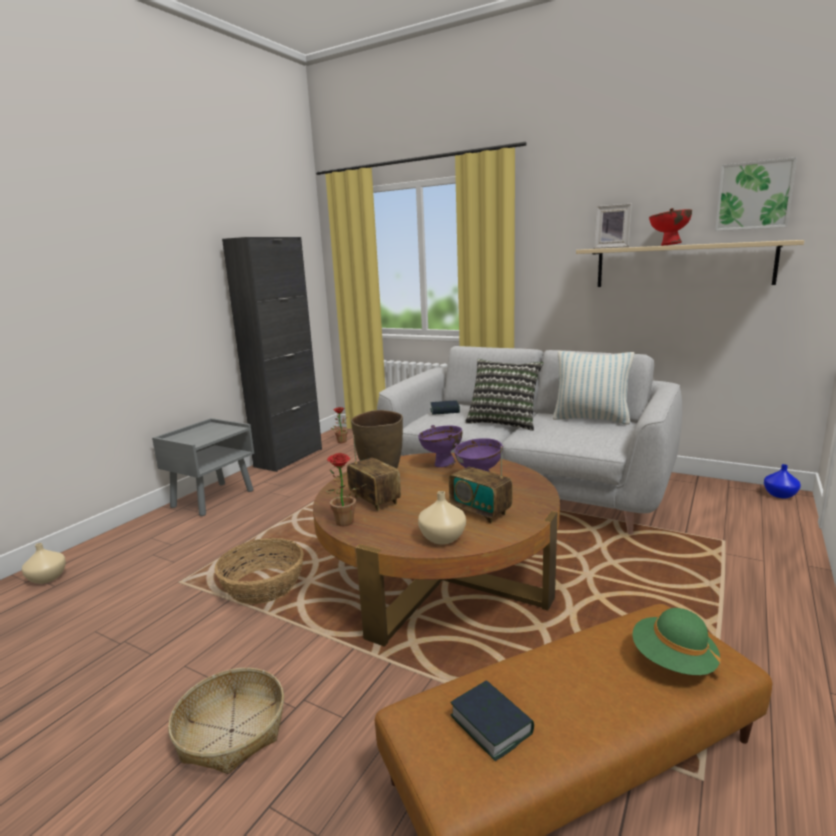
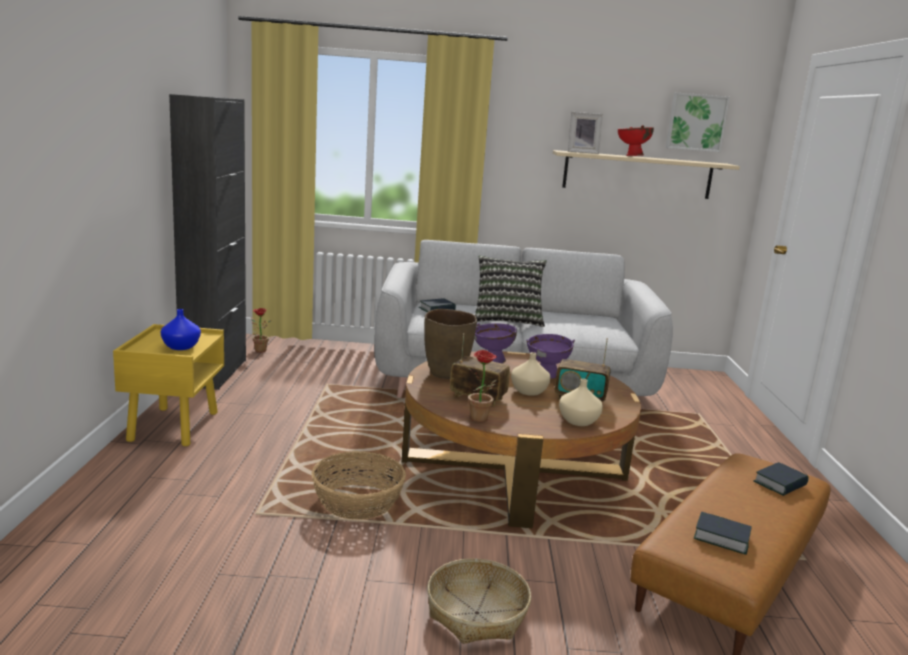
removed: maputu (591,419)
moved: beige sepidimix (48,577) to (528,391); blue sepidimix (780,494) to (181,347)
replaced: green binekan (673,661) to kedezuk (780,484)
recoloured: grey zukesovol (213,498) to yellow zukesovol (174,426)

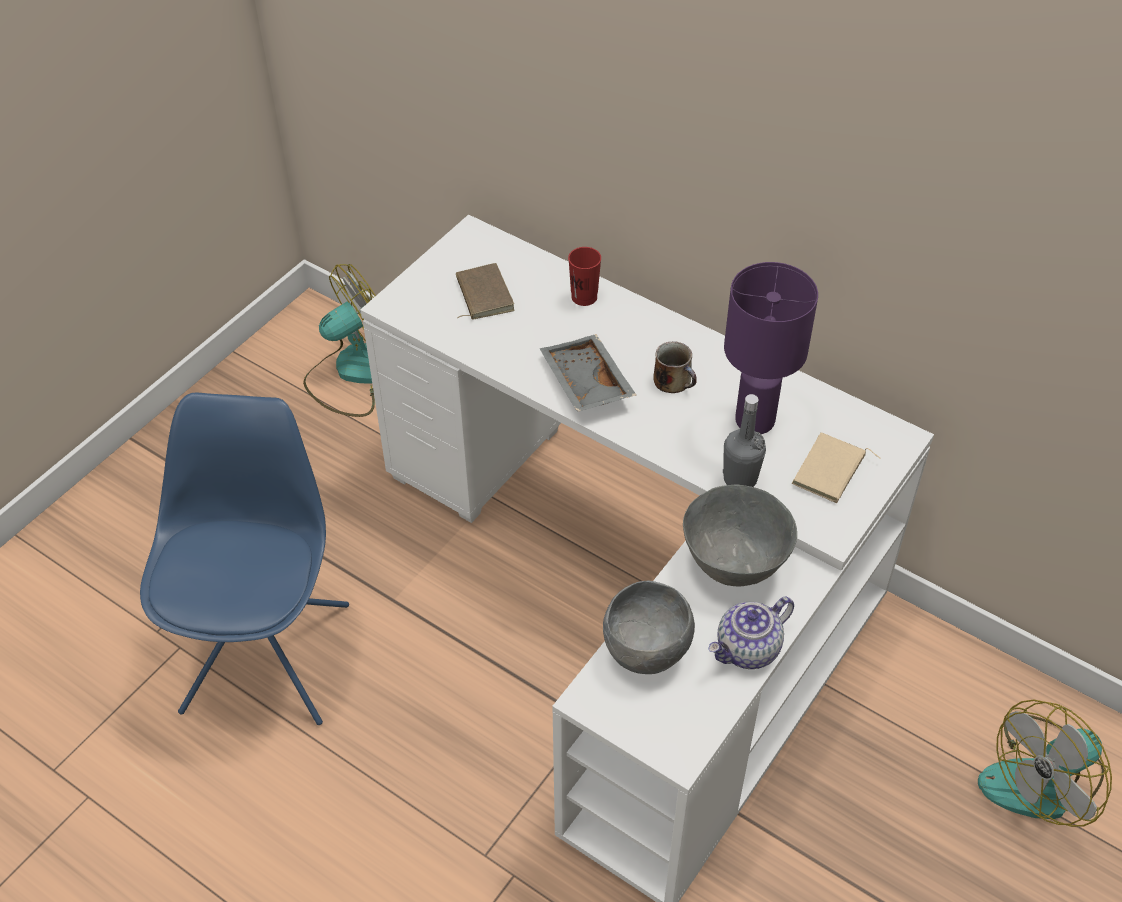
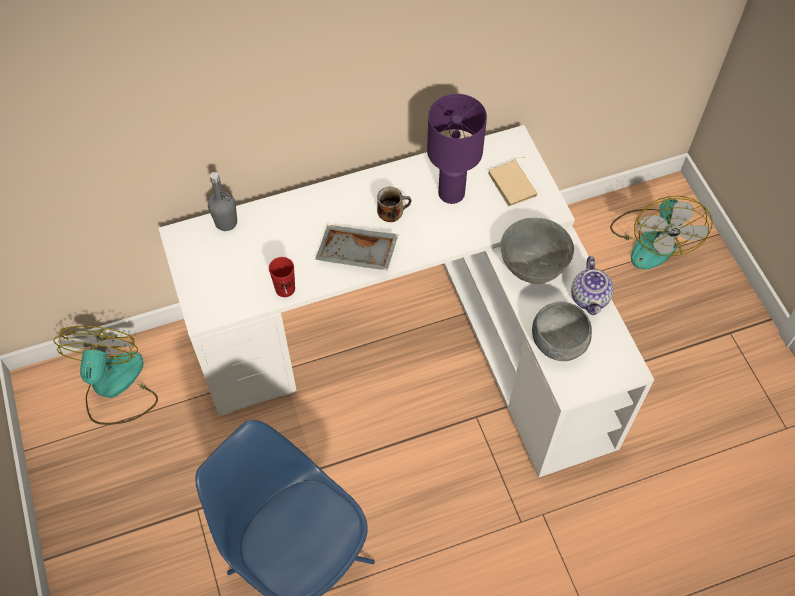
removed: brown kedezuk (482,295)
moved: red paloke (584,297) to (285,288); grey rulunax (740,479) to (226,222)

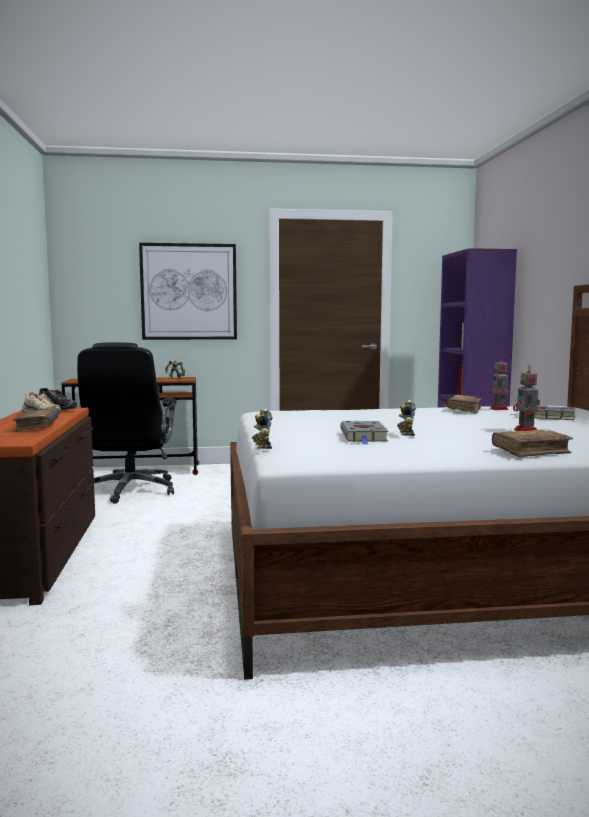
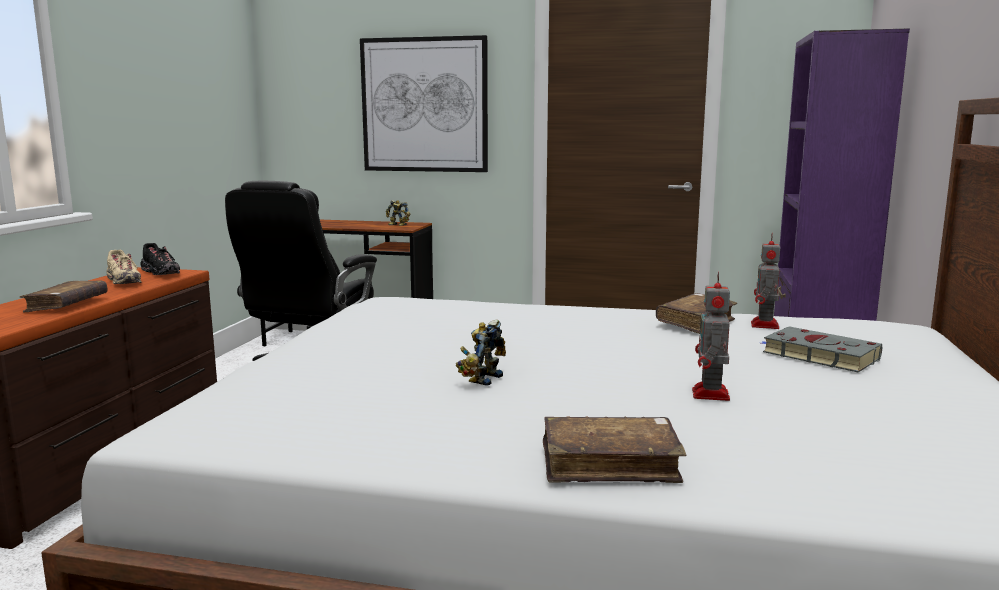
removed: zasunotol (261,446); grey kedezuk (364,436)

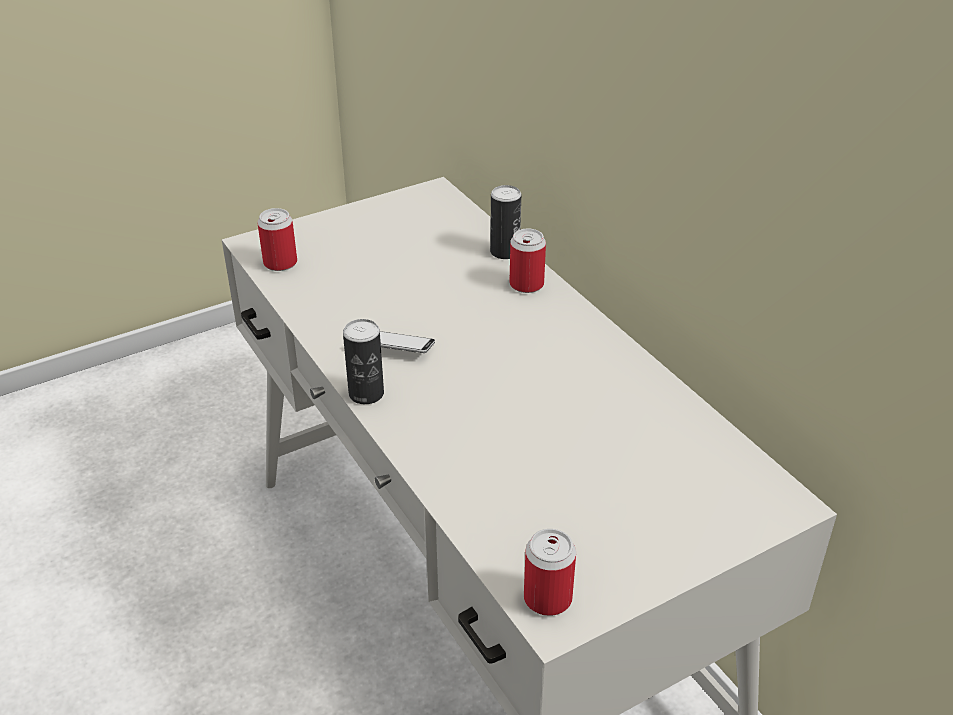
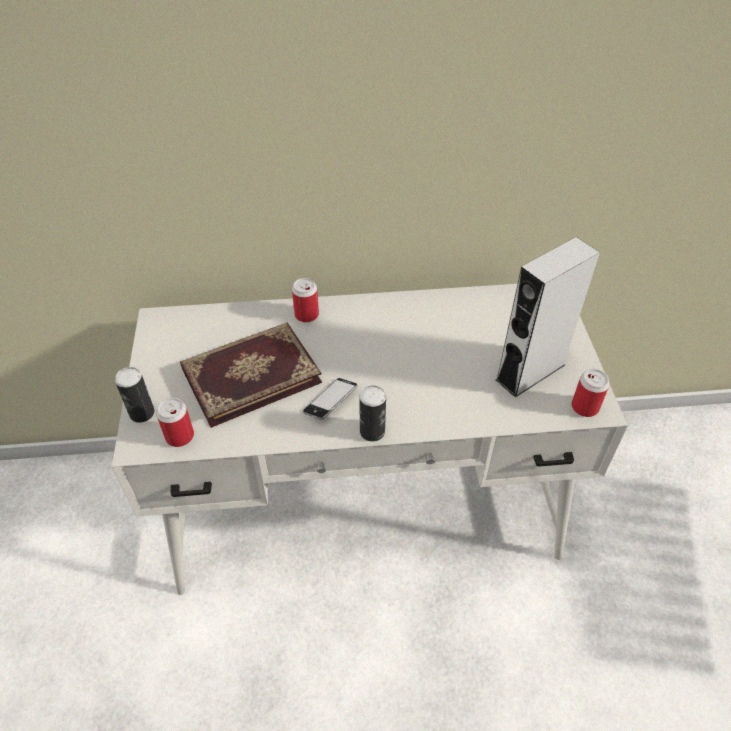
added: kedezuk (250,374); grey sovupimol (530,372)
moved: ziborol (505,252) to (142,413)

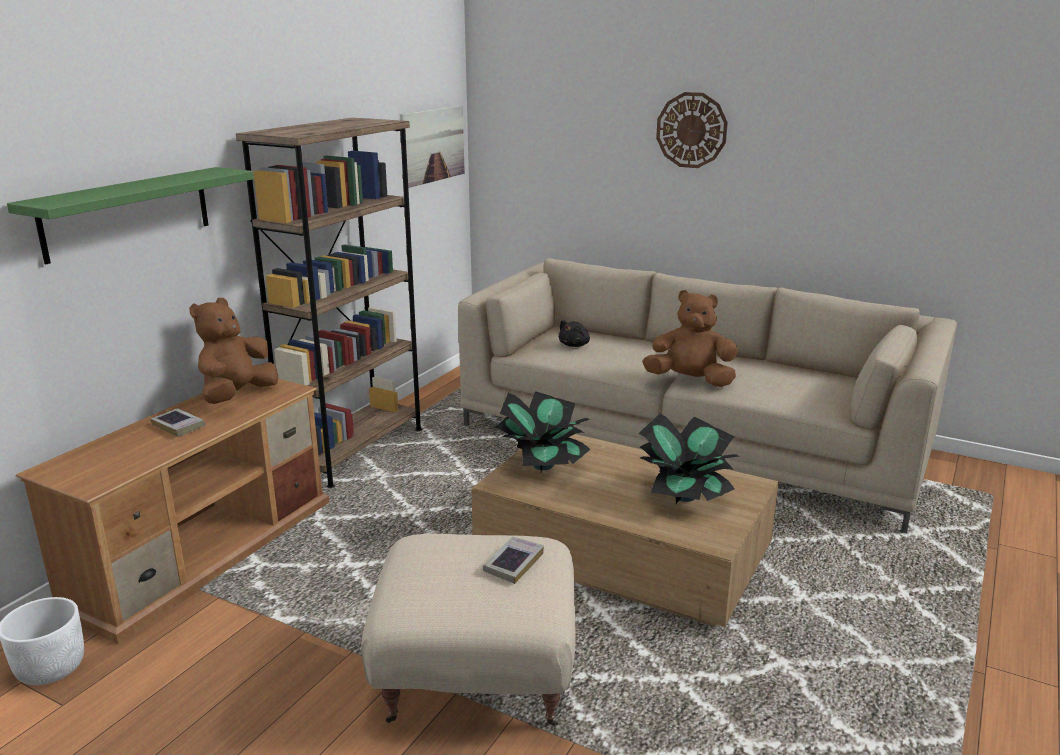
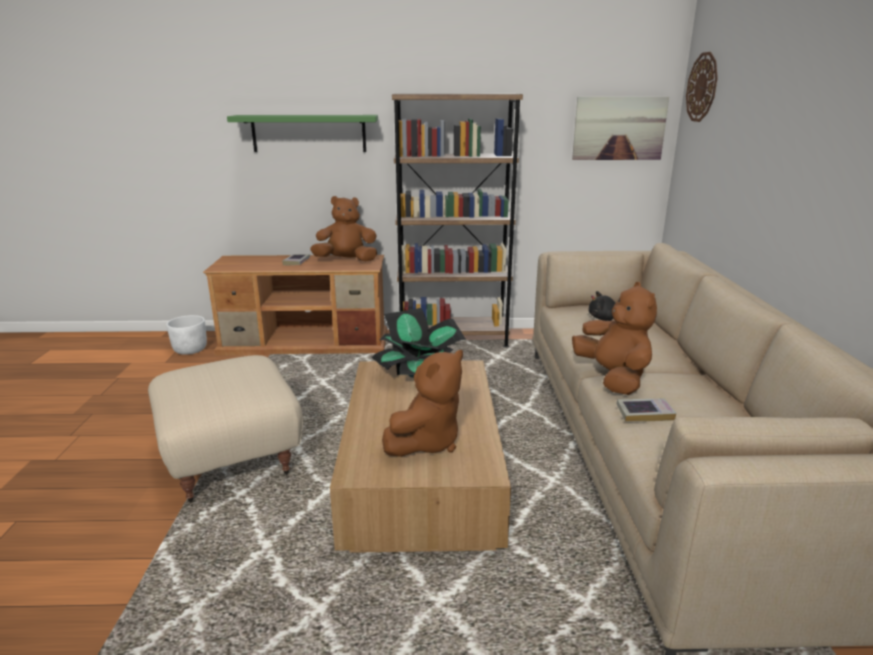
moved: kedezuk (513,563) to (644,413); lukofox (691,130) to (702,87)
replaced: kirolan (685,496) to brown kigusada (426,442)

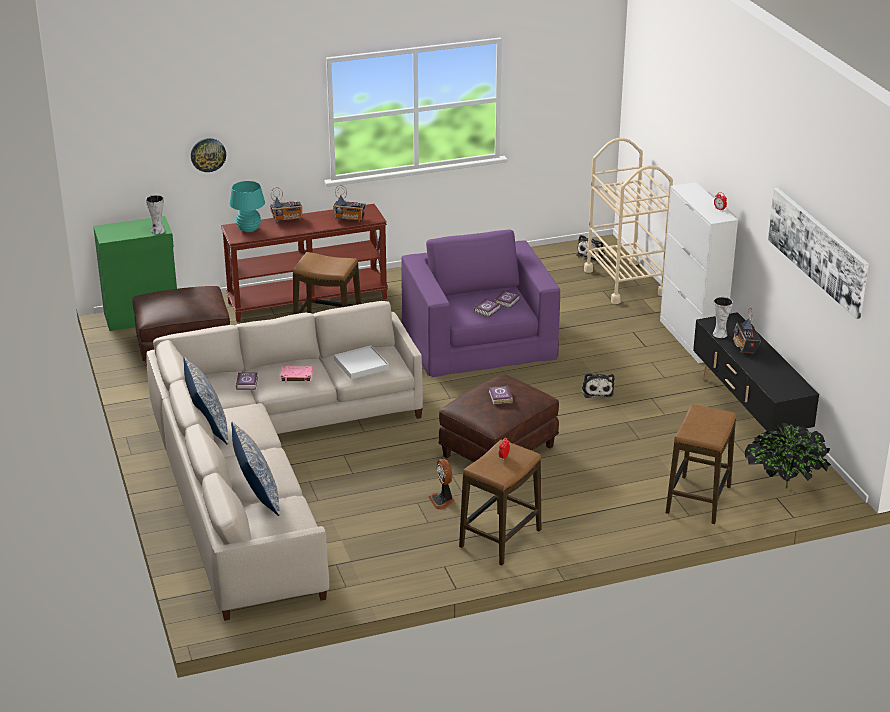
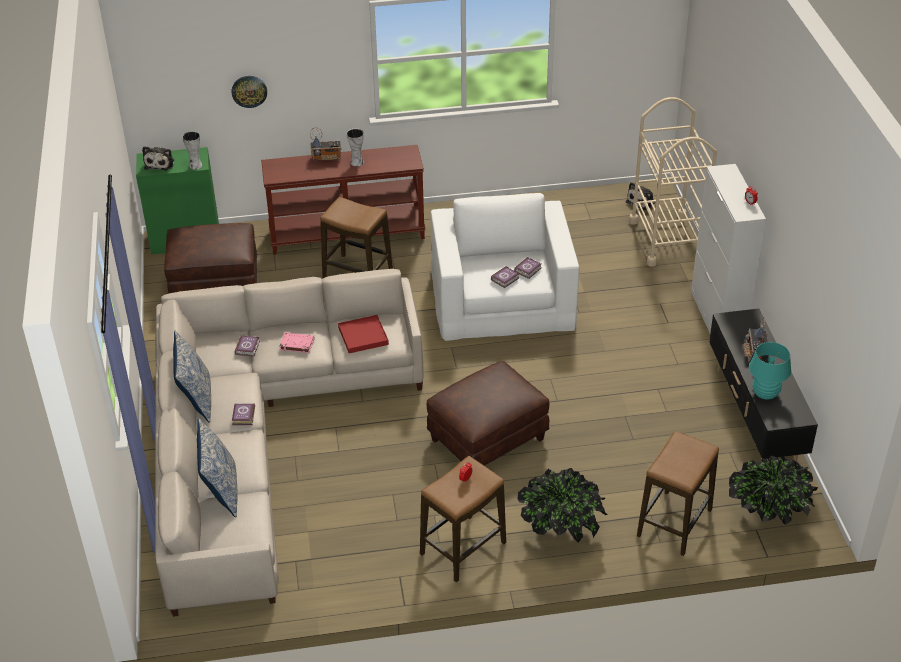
removed: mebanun (349,219); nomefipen (442,500); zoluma (817,250)
added: kirolan (561,531)
moved: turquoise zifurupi (249,229) to (765,394); kedezuk (500,398) to (243,417); kigusada (597,390) to (160,163); sepidimix (719,334) to (356,162)
recoloured: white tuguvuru (361,364) to red tuguvuru (363,336); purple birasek (478,340) to white birasek (502,299)

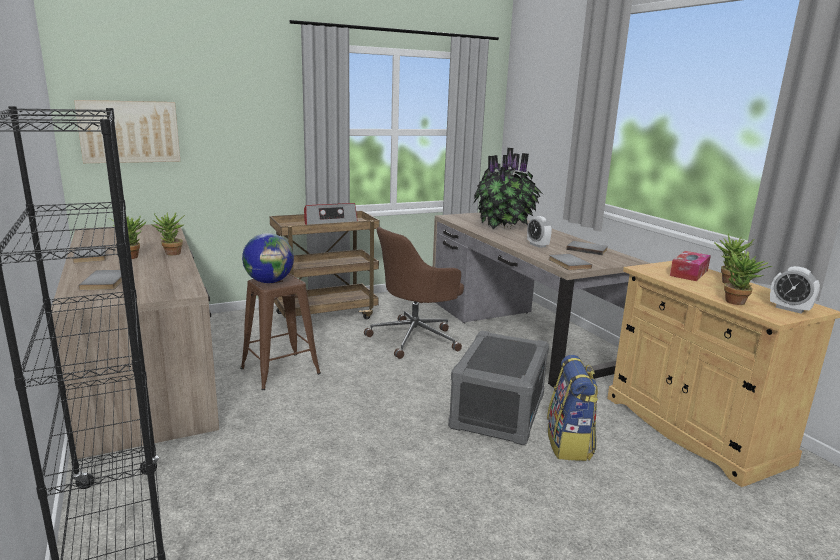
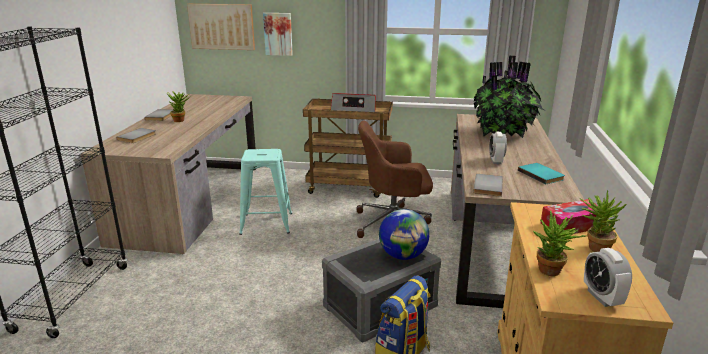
removed: kirolan (171,254)
added: zoluma (278,34)
moved: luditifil (269,281) to (403,255)
recoloured: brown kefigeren (280,371) to turquoise kefigeren (266,223); grey kedezuk (587,249) to turquoise kedezuk (541,175)

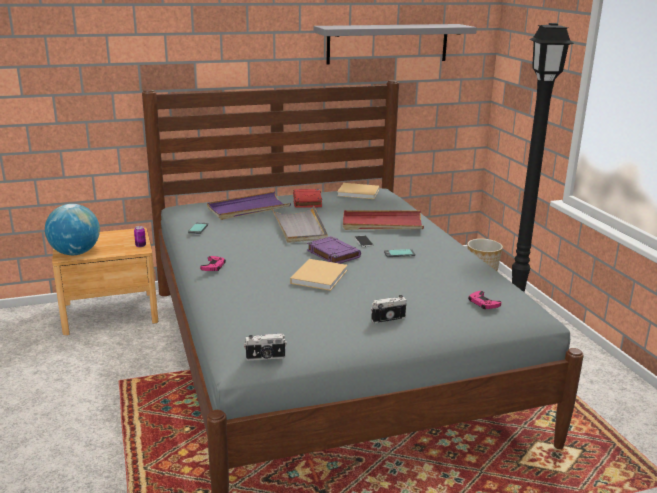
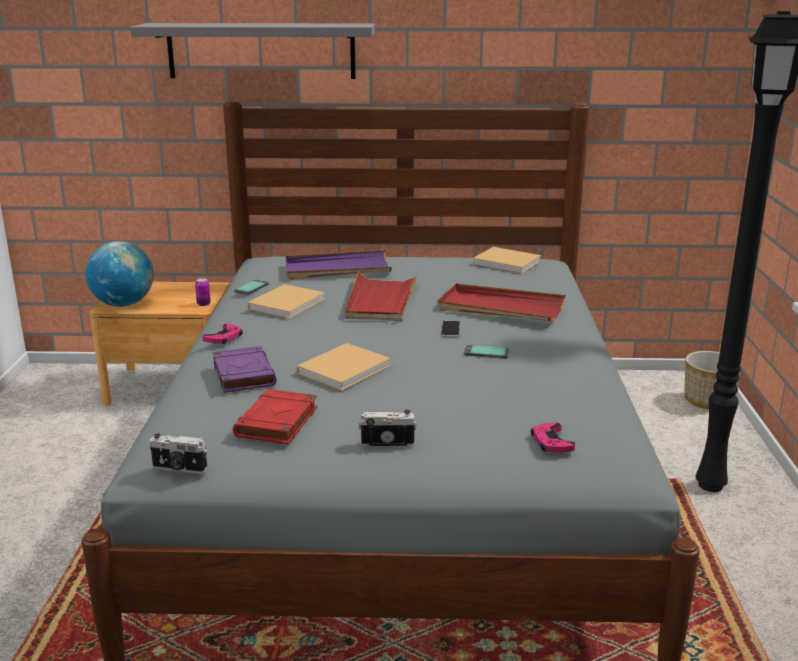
added: beige kedezuk (288,303)
moved: red kedezuk (307,201) to (277,423); purple kedezuk (332,254) to (243,374); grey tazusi (388,43) to (261,51)
recoloured: grey tuguvuru (299,227) to red tuguvuru (381,300)

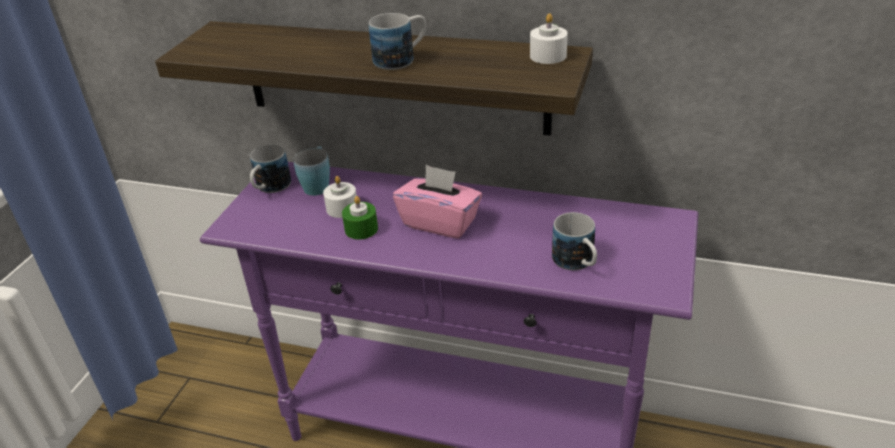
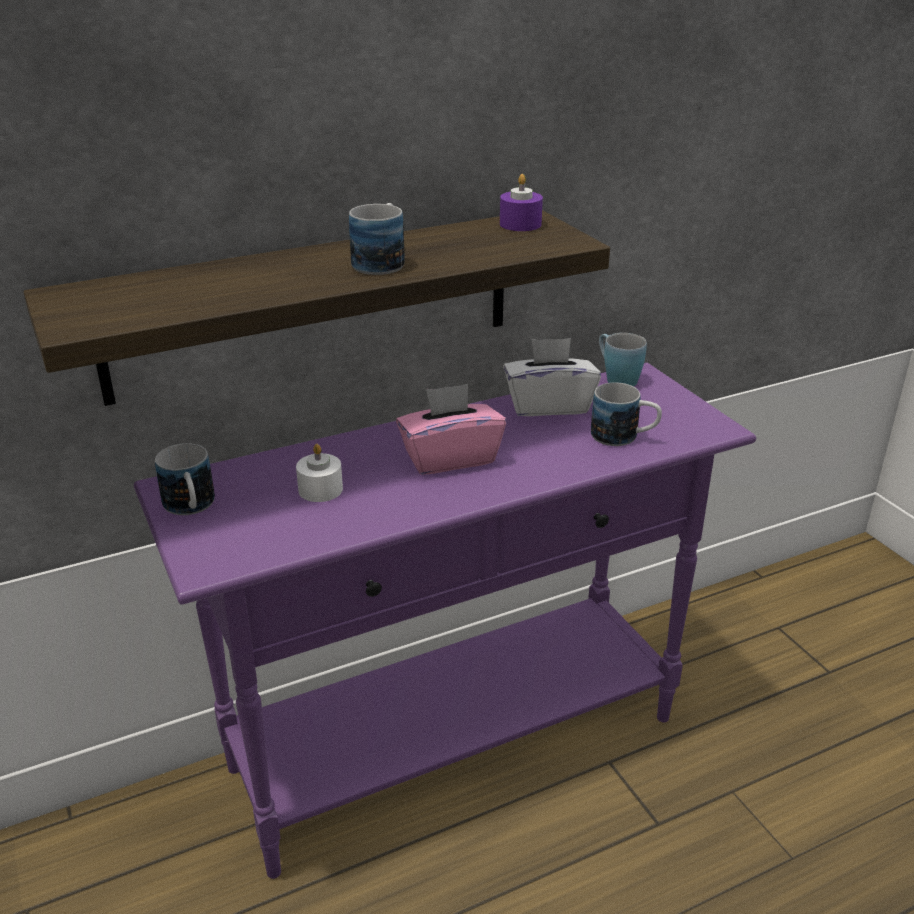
removed: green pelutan (361,229)
added: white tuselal (548,405)
moved: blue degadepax (318,184) to (616,378)
recoloured: white pelutan (548,56) to purple pelutan (520,224)

